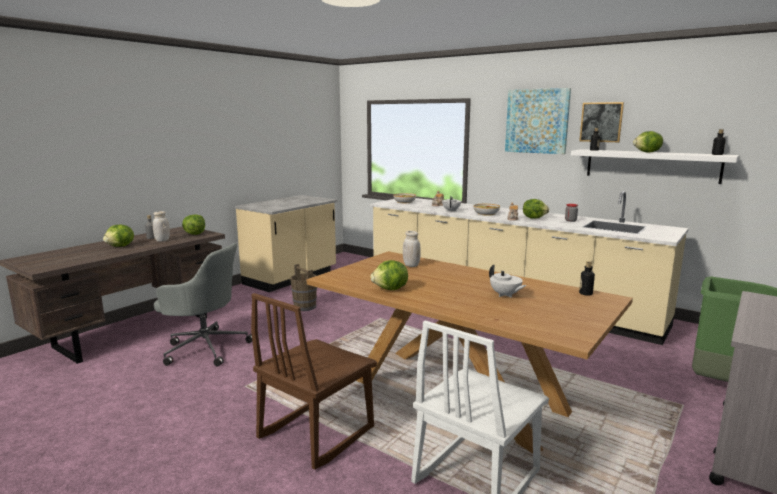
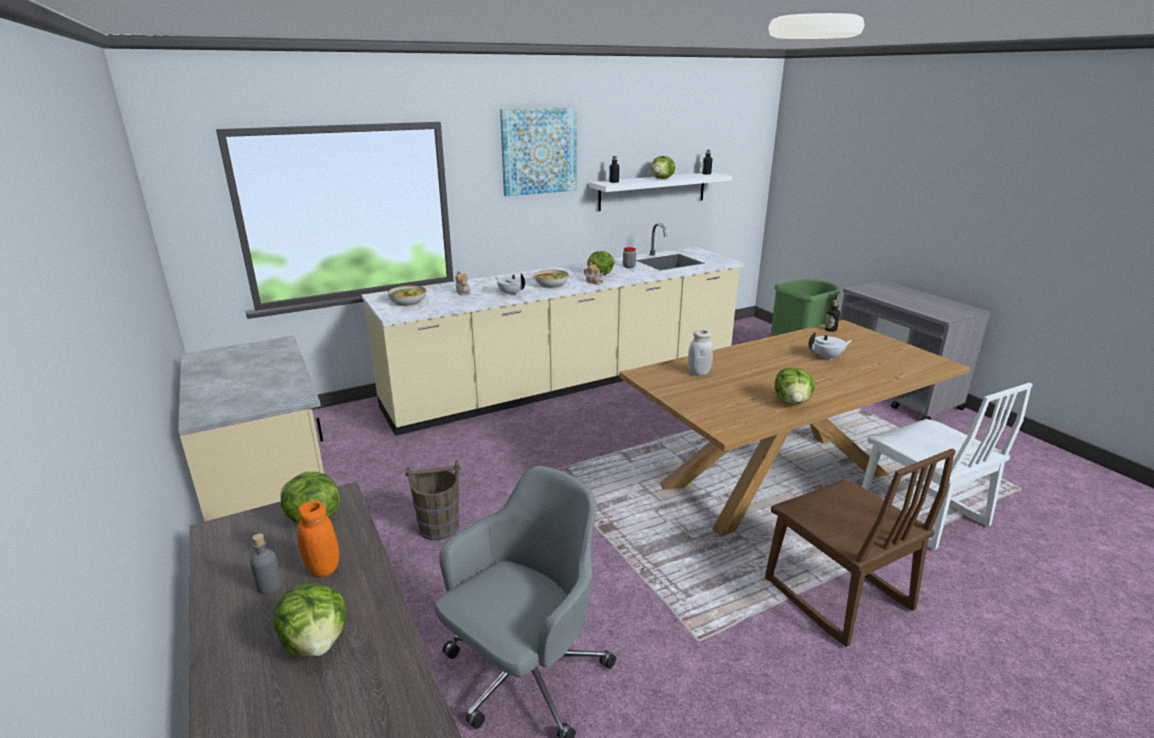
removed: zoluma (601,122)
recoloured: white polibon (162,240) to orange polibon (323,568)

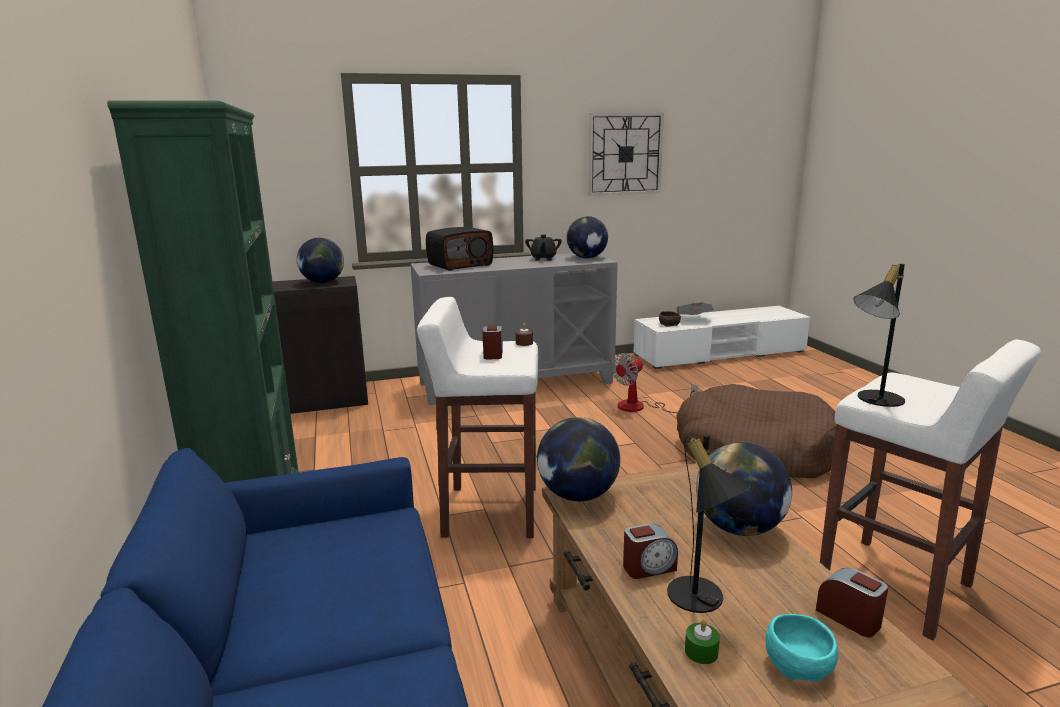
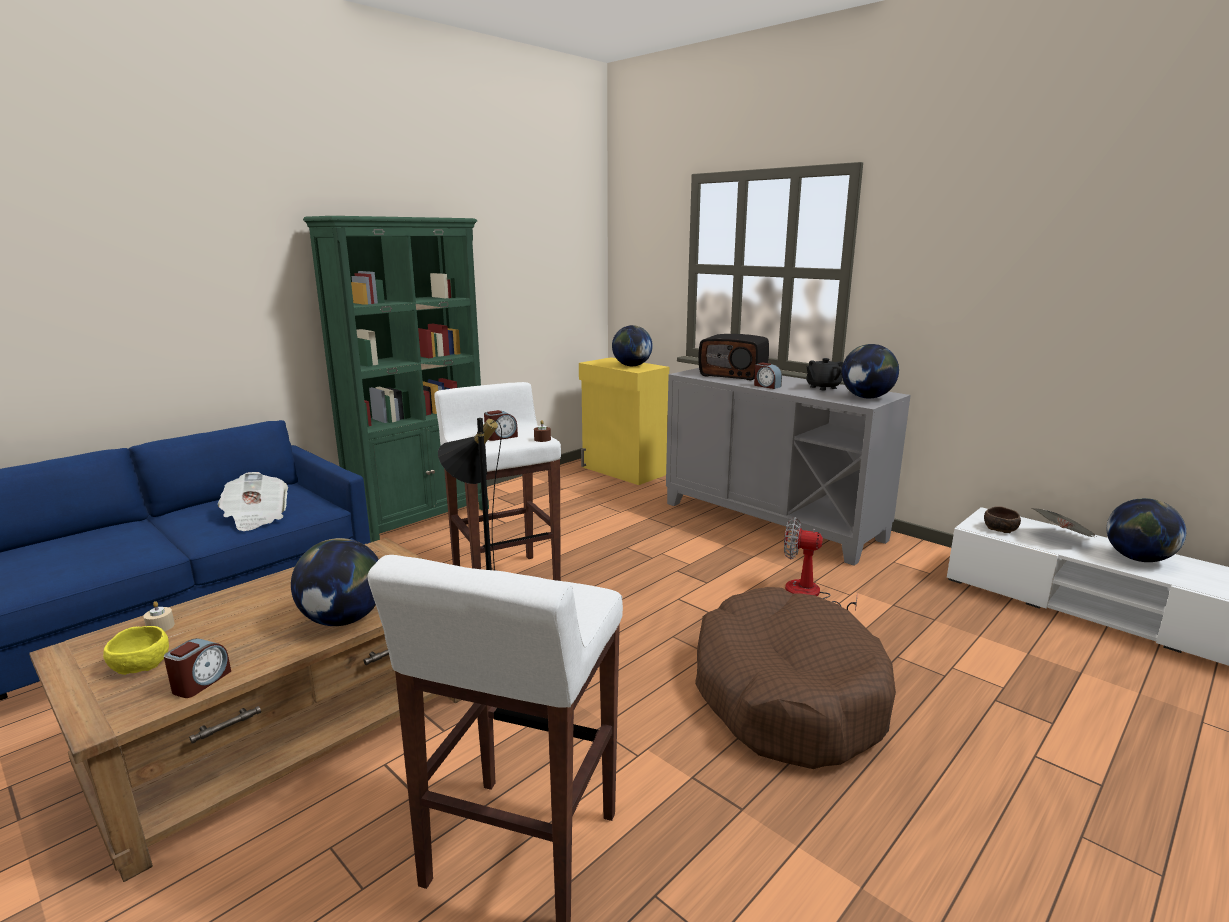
removed: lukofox (625,154); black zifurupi (701,601)
added: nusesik (256,518)
moved: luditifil (578,495) to (1137,559); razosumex (648,567) to (766,386)
recoloured: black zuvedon (323,402) to yellow zuvedon (623,471); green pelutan (701,652) to beige pelutan (160,627); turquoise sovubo (799,663) to yellow sovubo (141,665)

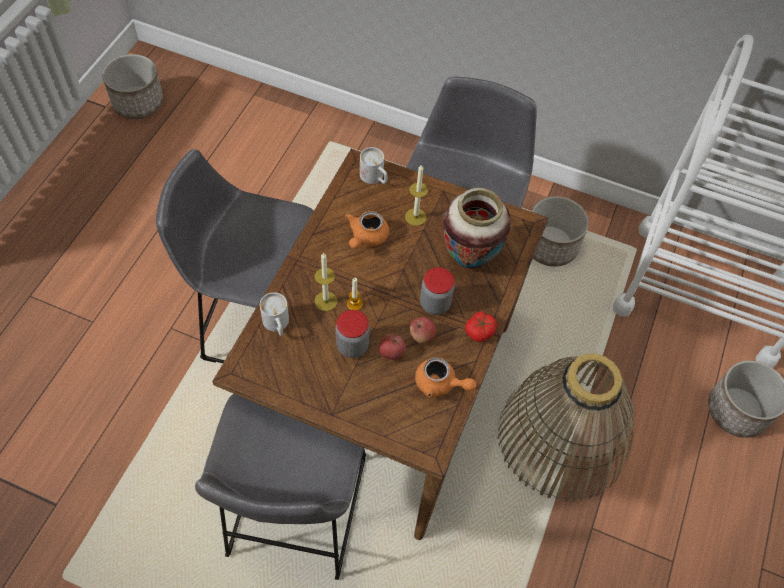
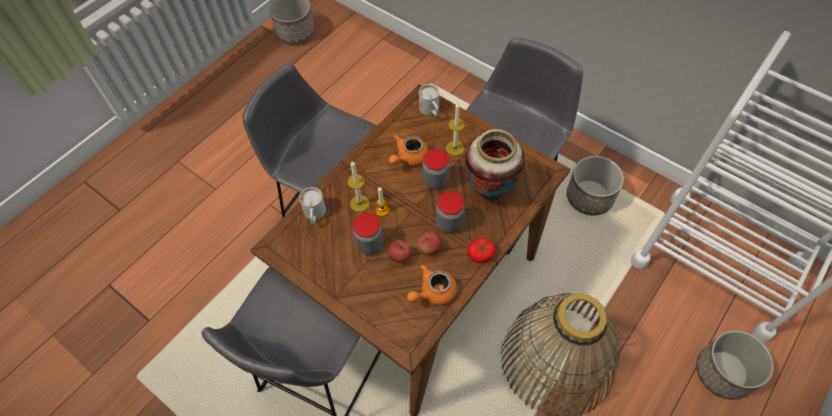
added: polibon (435,181)
turned: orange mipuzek (440,384) = (433,292) 105 degrees clockwise

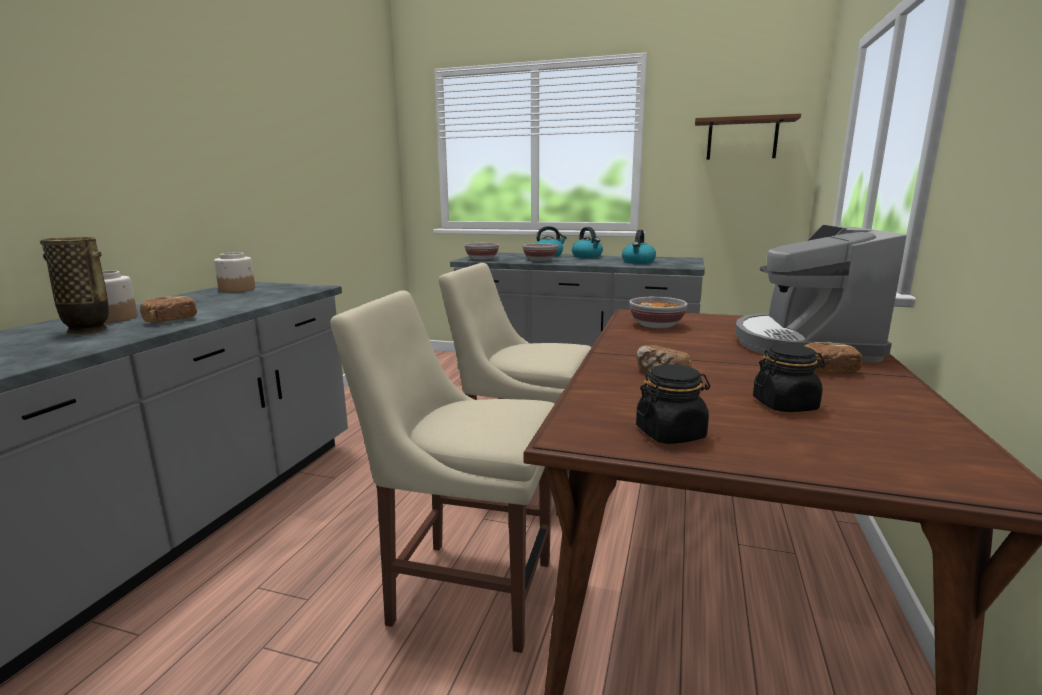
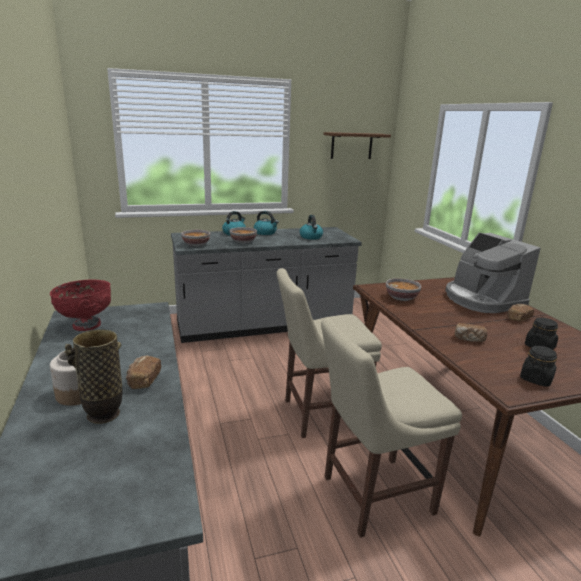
replaced: polibon (237,289) to red sovubo (86,325)

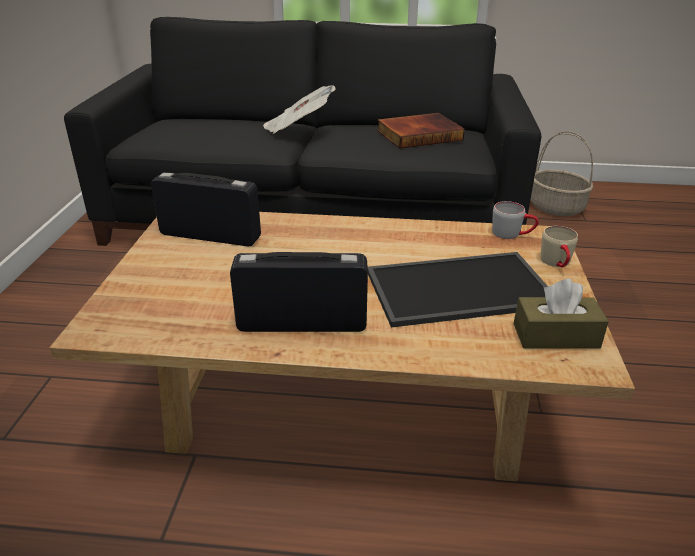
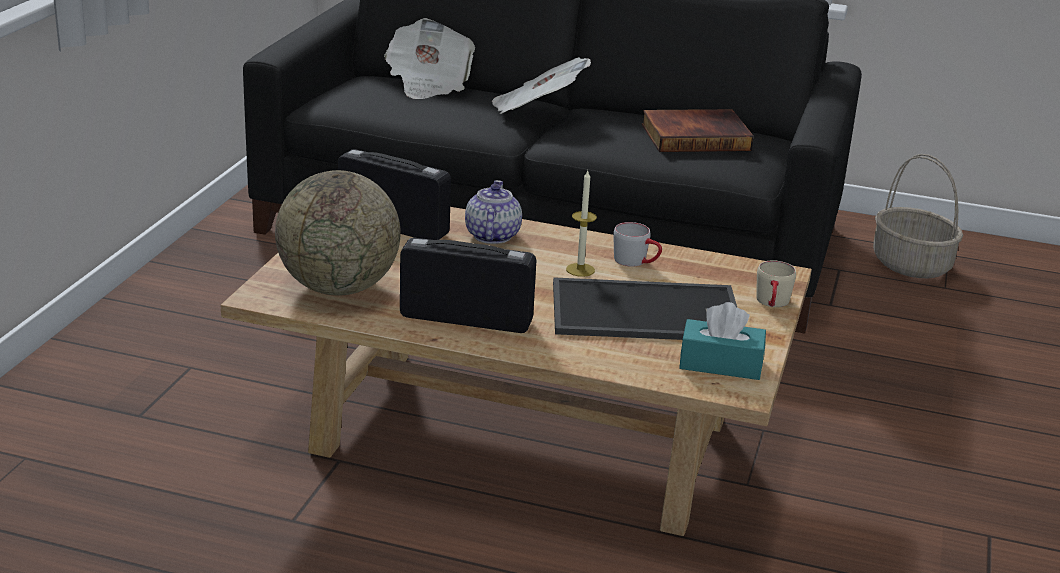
added: luditifil (339,288); nusesik (428,84); mipuzek (491,235); pelutan (580,270)
moved: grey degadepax (512,234) to (637,262)
recoloured: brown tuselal (555,336) to turquoise tuselal (720,364)

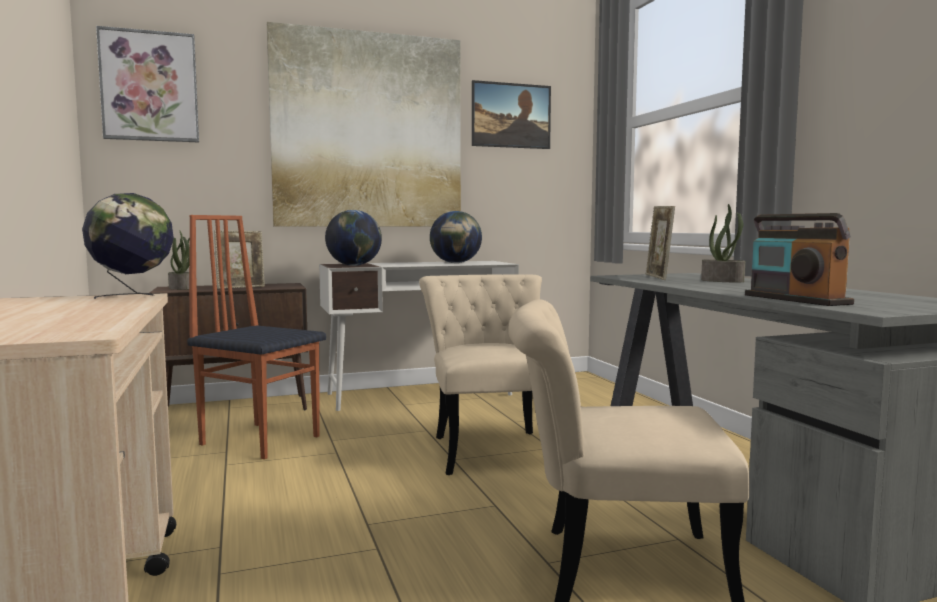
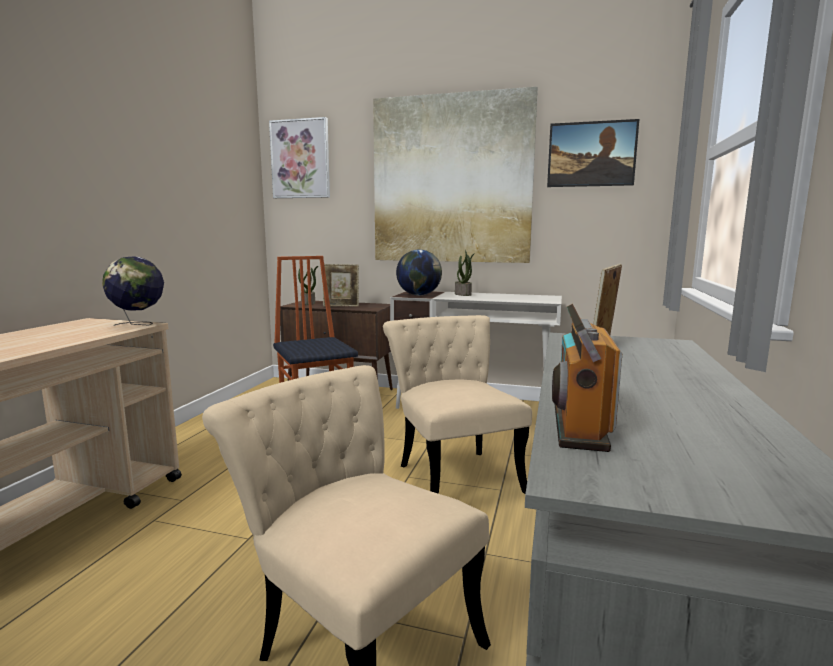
removed: luditifil (456,263)
moved: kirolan (723,281) to (463,294)
turned: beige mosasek (491,446) = (453,473) 45 degrees counterclockwise

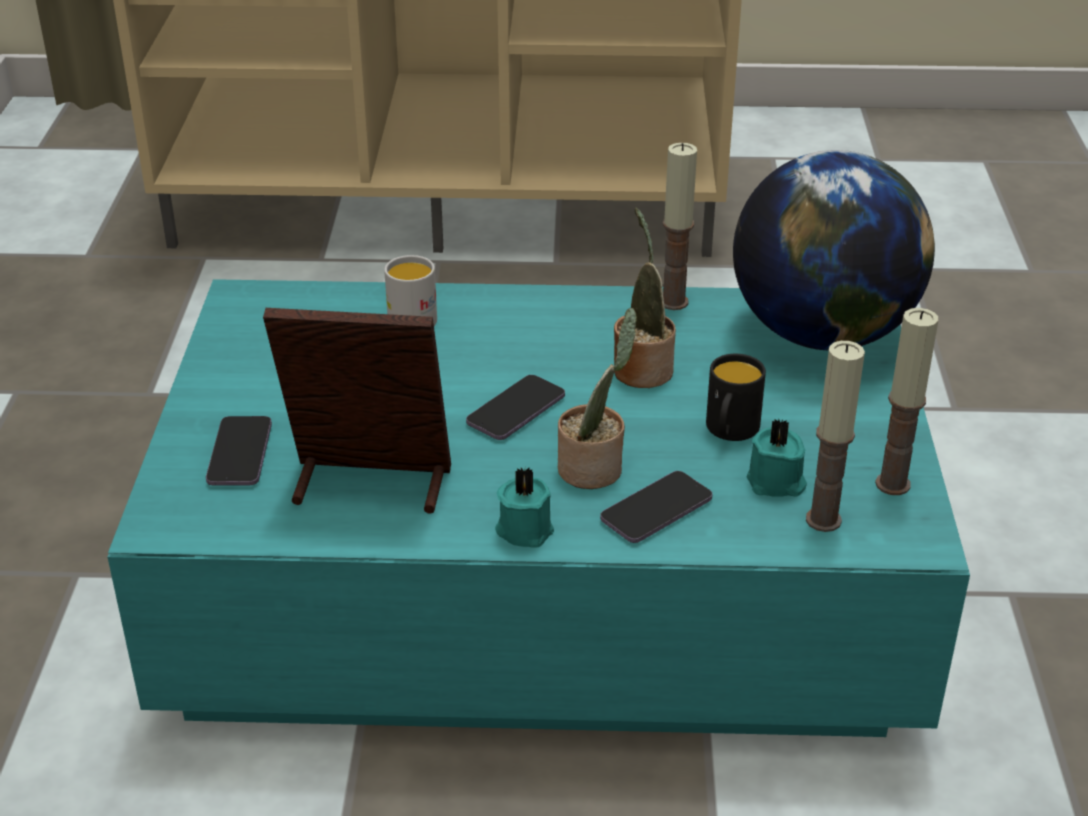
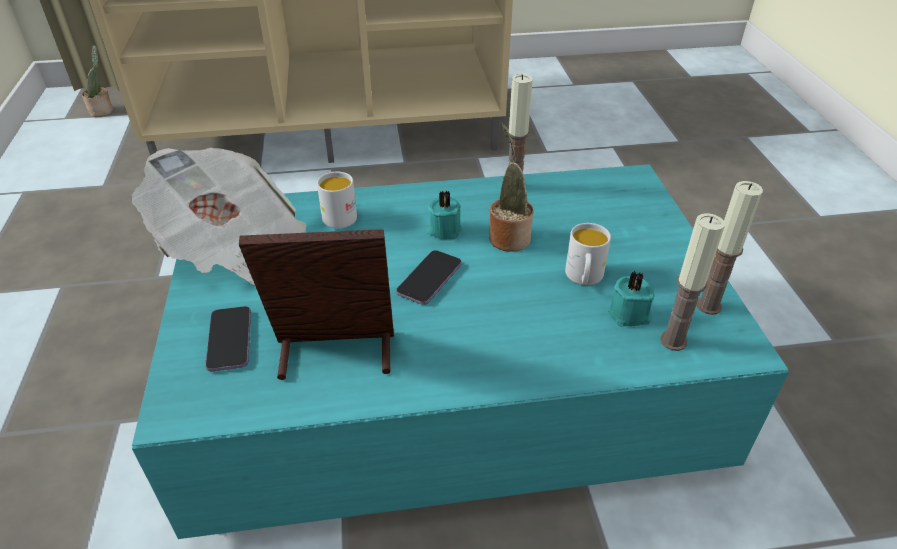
removed: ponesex (656,510); luditifil (822,334)
added: nusesik (233,248)
moved: turquoise pelutan (525,528) to (444,229); kirolan (594,468) to (103,111)
recoloured: black degadepax (730,431) to white degadepax (583,278)

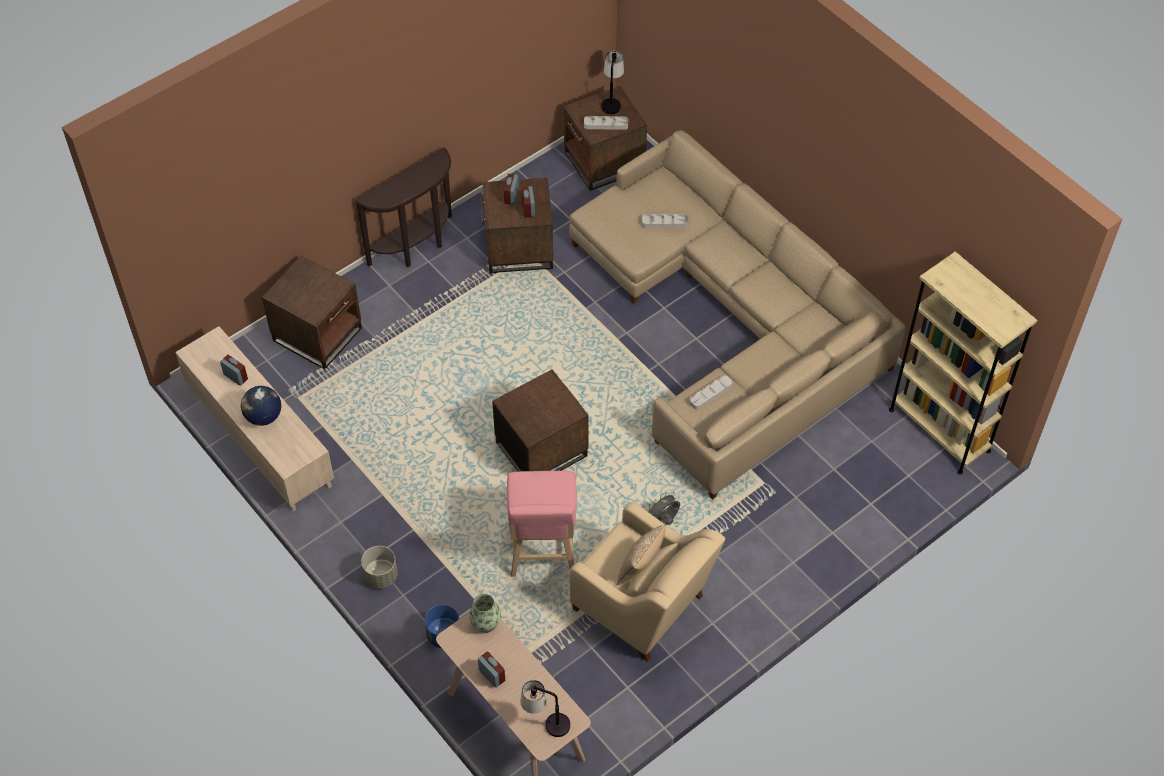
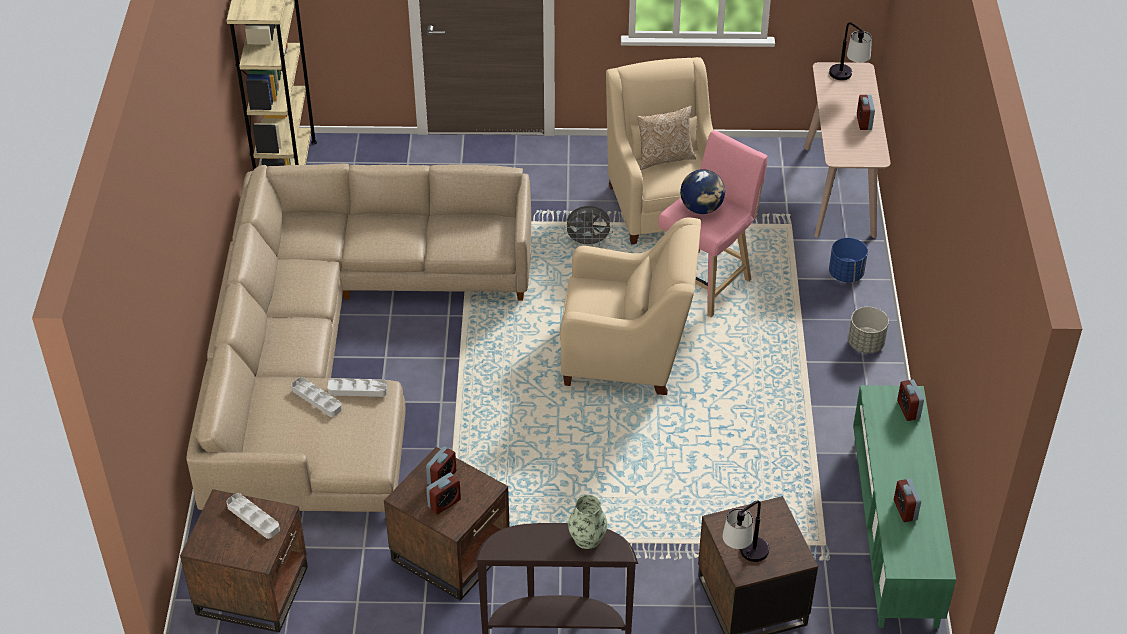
added: razosumex (908,410)
moved: luditifil (263,416) to (701,208); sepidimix (485,623) to (587,538); zifurupi (611,100) to (744,558); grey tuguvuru (710,394) to (357,390)
replaced: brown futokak (541,449) to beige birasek (628,355)
recoloured: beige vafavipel (260,437) to green vafavipel (894,530)

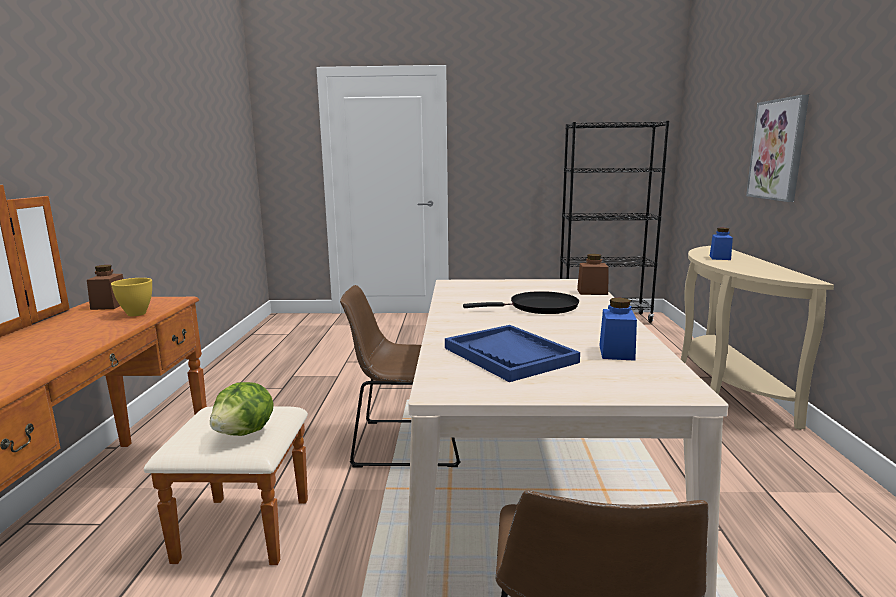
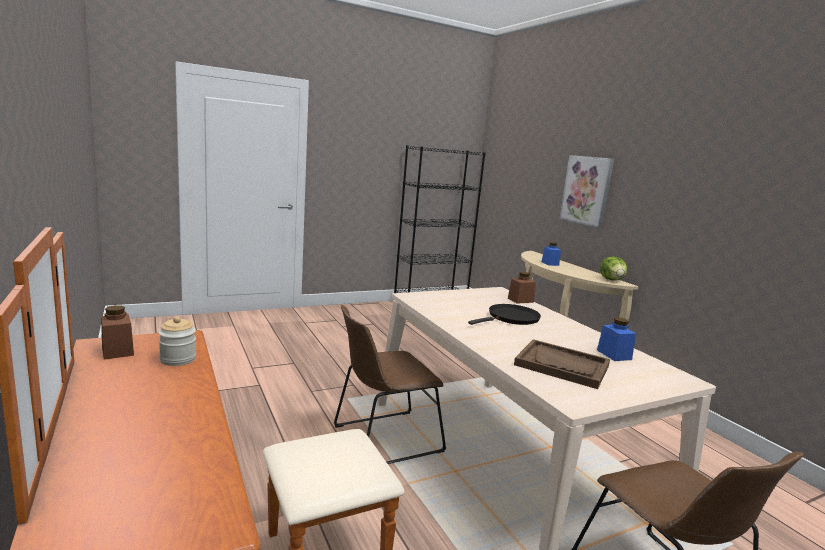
moved: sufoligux (245,433) to (612,280)
replaced: yellow sovubo (137,314) to polibon (178,359)
recoloured: blue tuguvuru (510,355) to brown tuguvuru (562,365)

